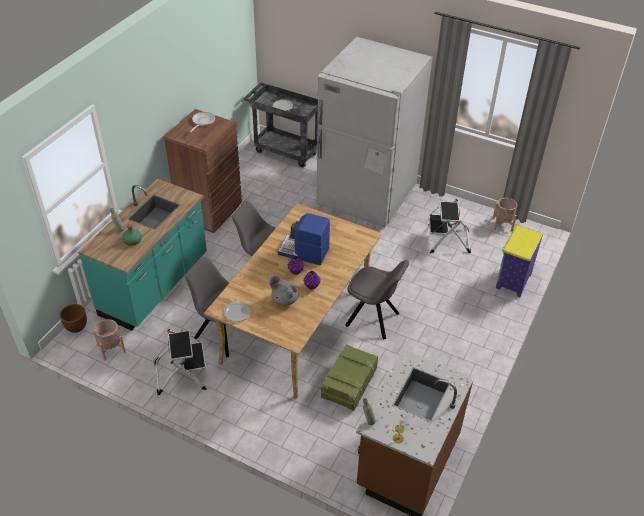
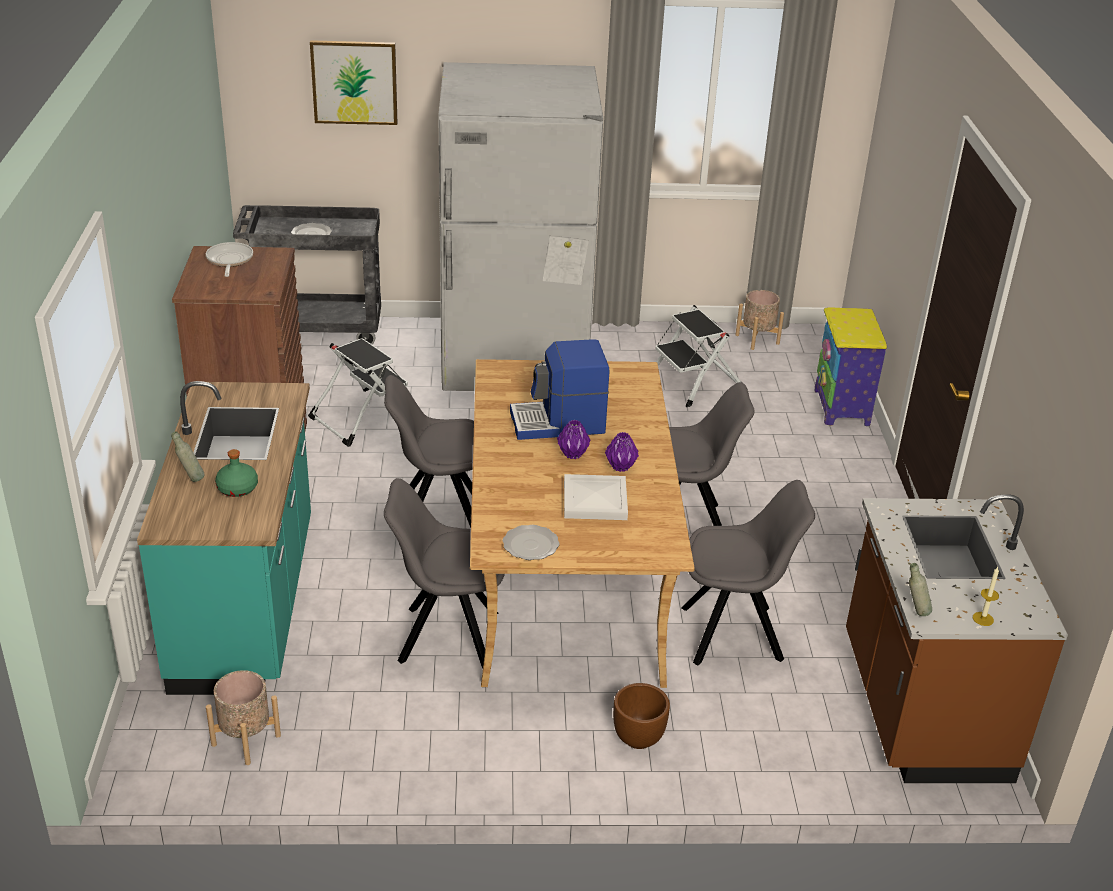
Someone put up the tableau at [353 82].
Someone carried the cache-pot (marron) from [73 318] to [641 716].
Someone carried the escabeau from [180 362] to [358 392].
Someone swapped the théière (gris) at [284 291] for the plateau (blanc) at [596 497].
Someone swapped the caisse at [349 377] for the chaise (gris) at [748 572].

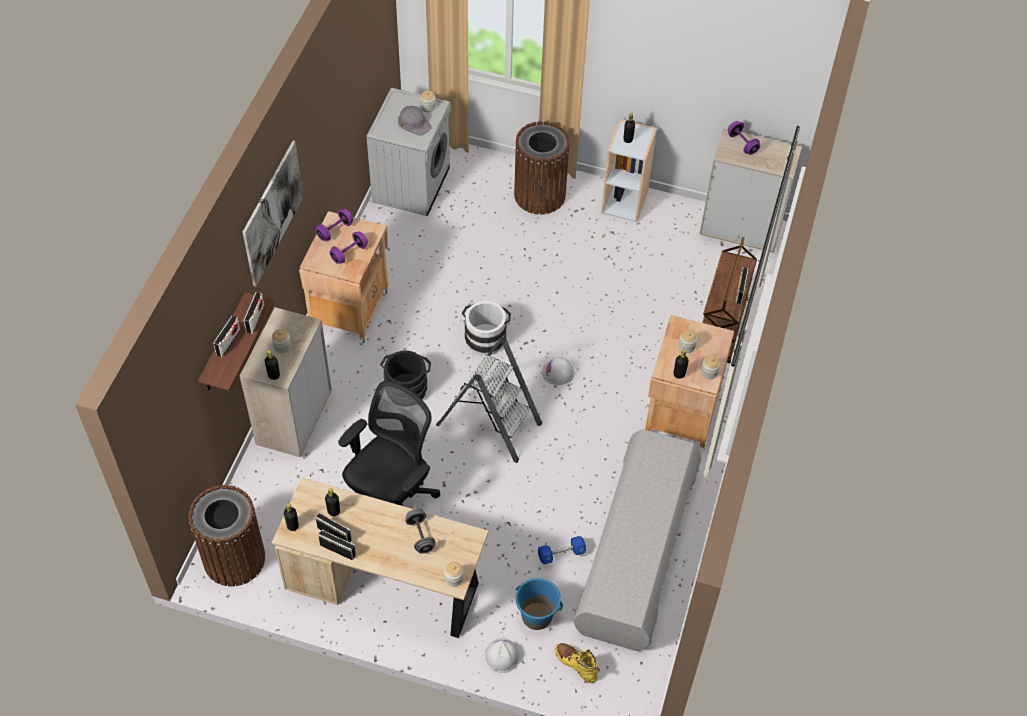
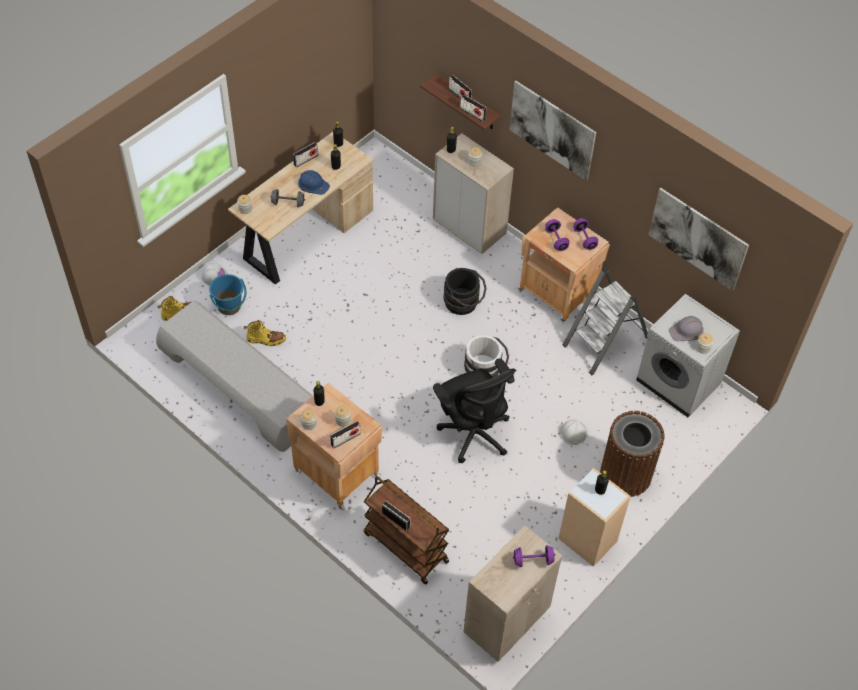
Someone took away the poubelle (marron) at [226 535].
Someone put down the casque de chantier (bleu) at [314 182].
Someone put up the tableau at [698 239].
Someone carried the radio from [334 527] to [345 434].
Someone carried the chaise de bureau (noir) from [389 443] to [474 410].
Someone carried the escabeau (gris) from [489 399] to [605 321].
Someone carried the casque de chantier (blanc) from [558 371] to [574 432].
Someone swapped the haltère (bleu) at [562 550] for the botte (jaune) at [265 333].

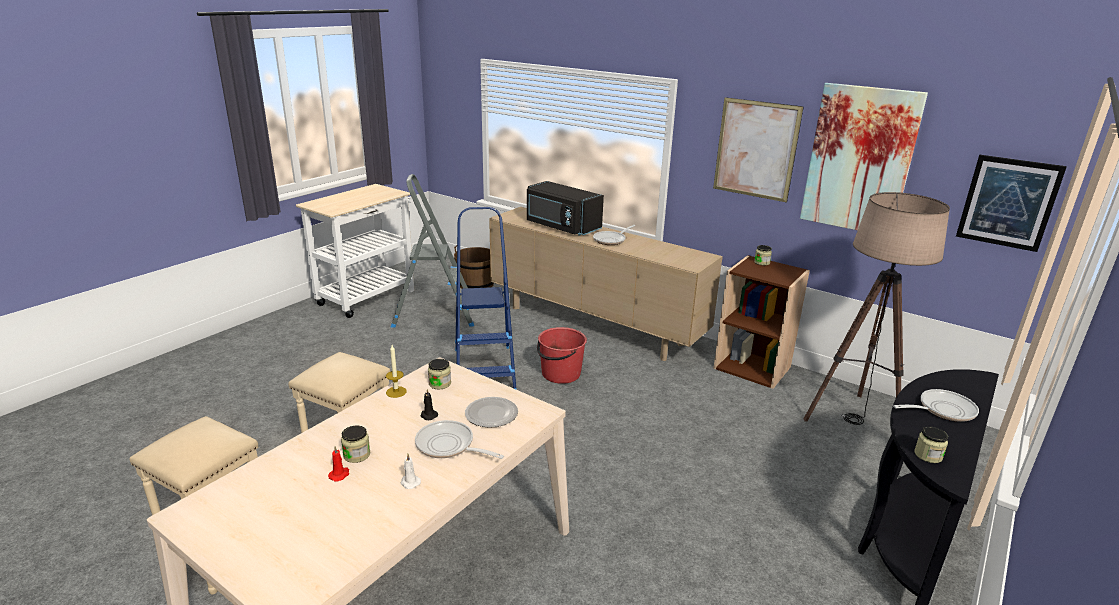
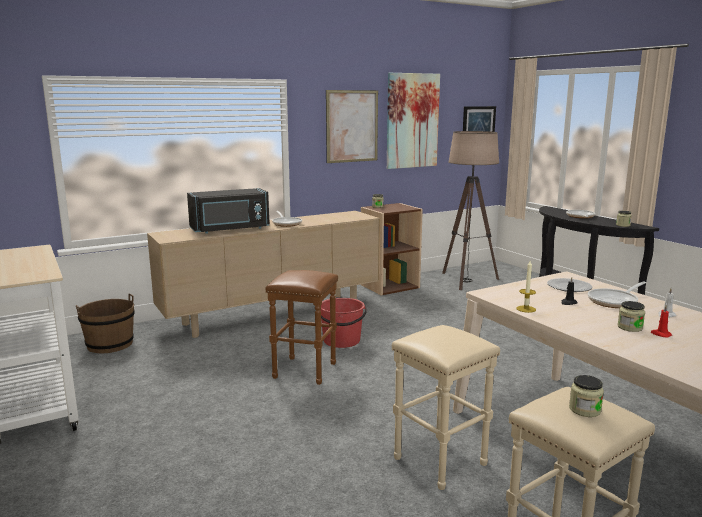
Someone took away the escabeau (gris) at [432 251].
Someone carried the bocal from [439 374] to [586 396].
Someone swapped the escabeau (bleu) at [486 298] for the tabouret (marron) at [301 327].

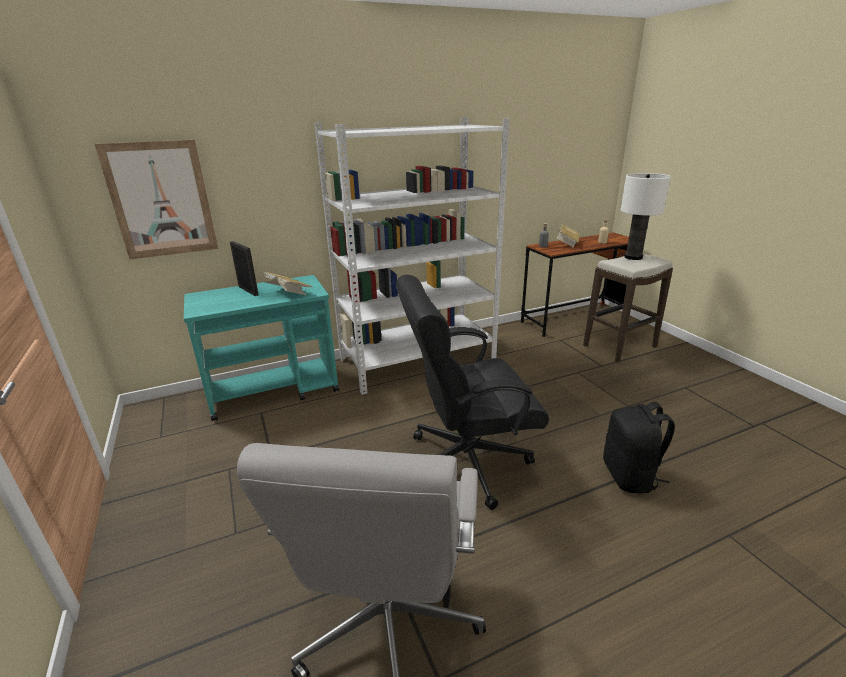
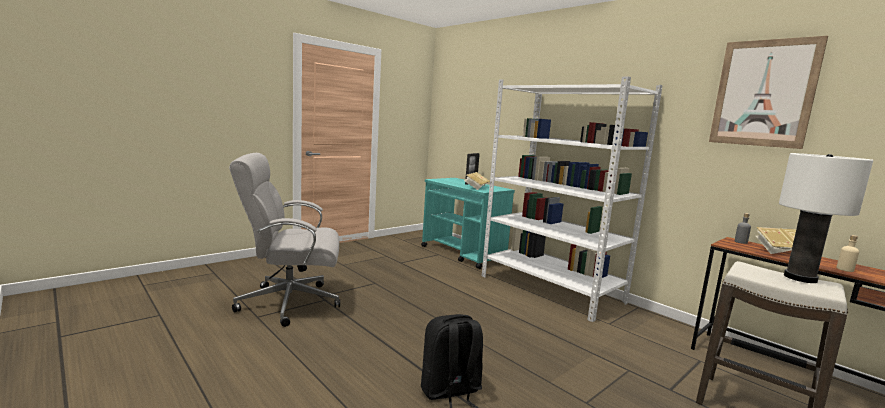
Someone took away the chaise de bureau (noir) at [472 392].
Someone carried the tableau from [156 199] to [768 92].

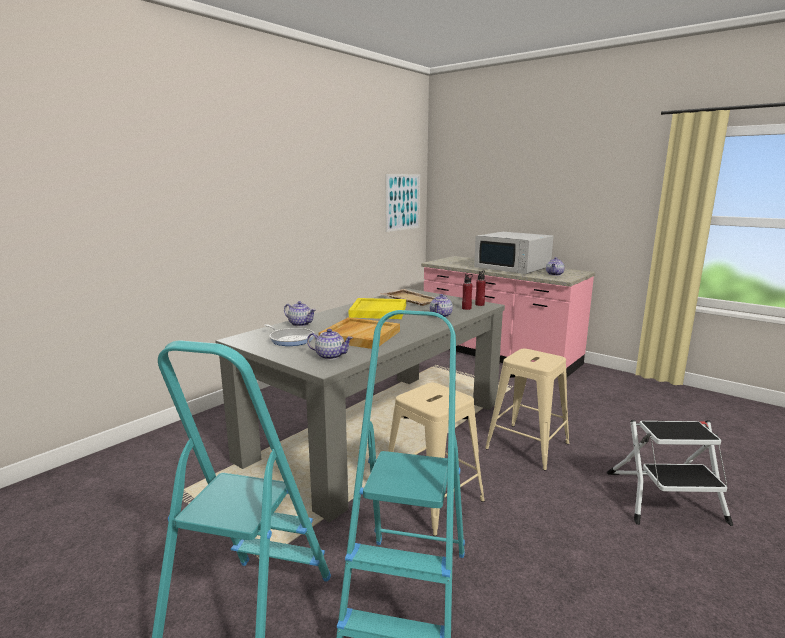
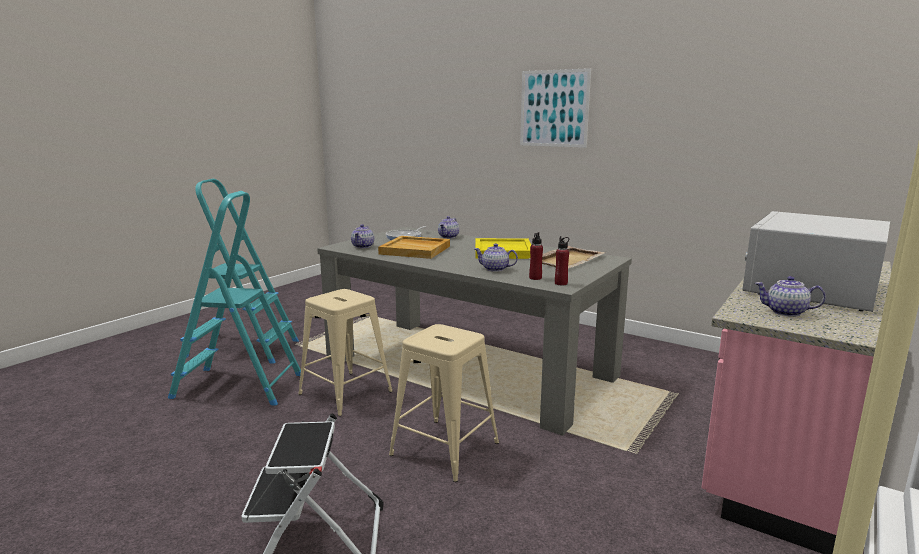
Someone carried the tableau from [403 203] to [555 108].

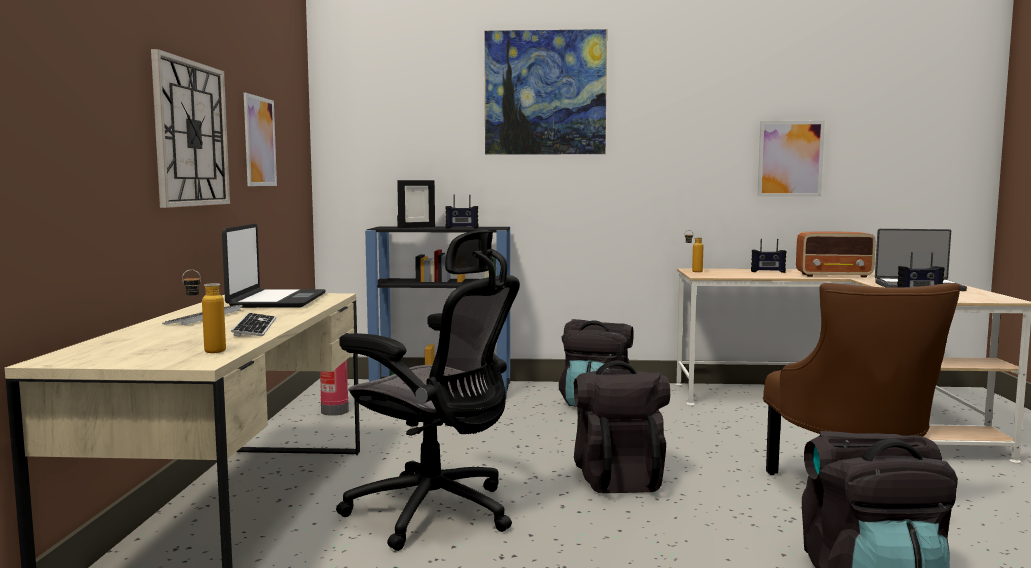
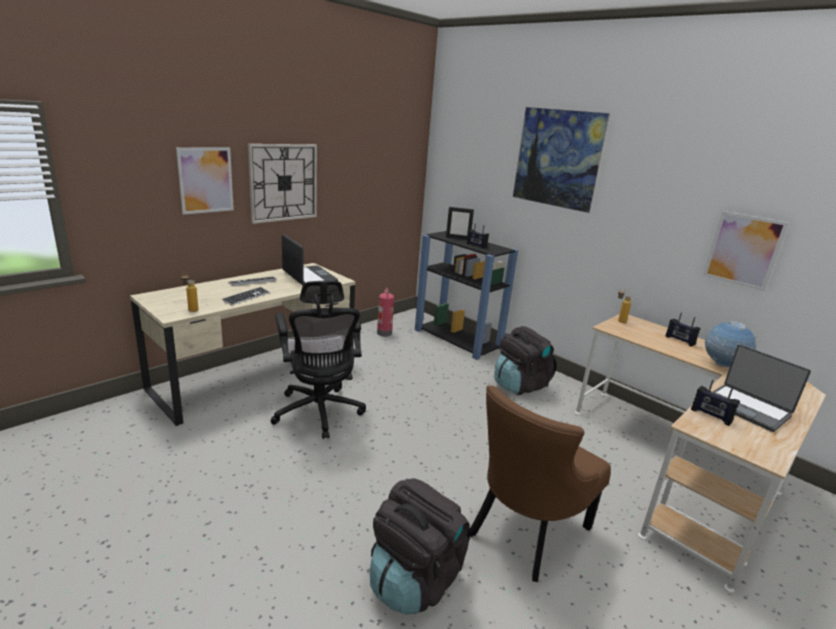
Someone took away the sac à dos (noir) at [622 426].
Someone carried the tableau from [260 139] to [205 180].
Someone swapped the radio at [836 254] for the globe at [731 344].
Someone rotated the ordinateur portable at [274 265] by 75 degrees counterclockwise.

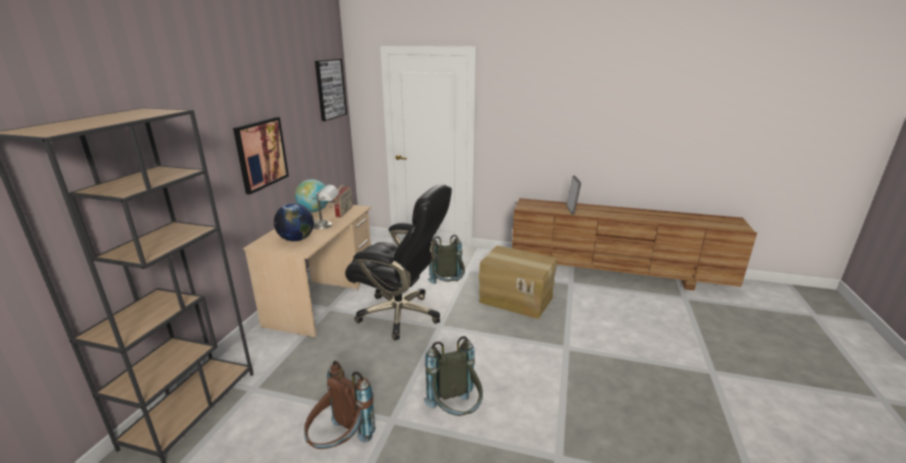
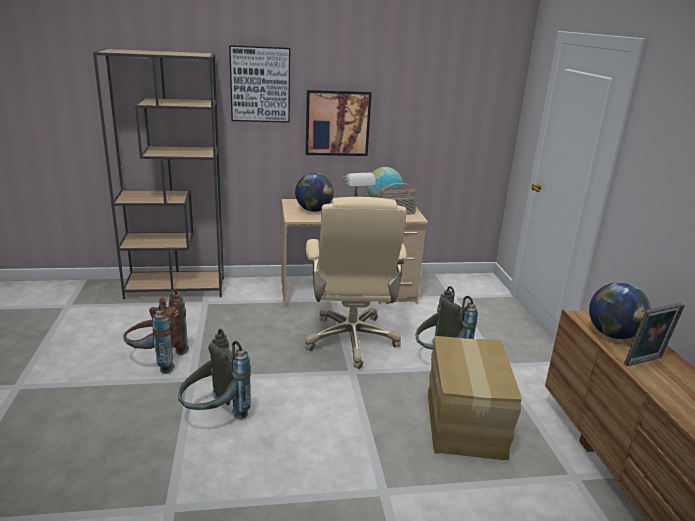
Someone put down the globe at [620 310].
Someone carried the tableau from [331 90] to [259 83].
Someone repainted the chaise de bureau (noir) at [398 262], which became the chaise de bureau (beige) at [356 283].

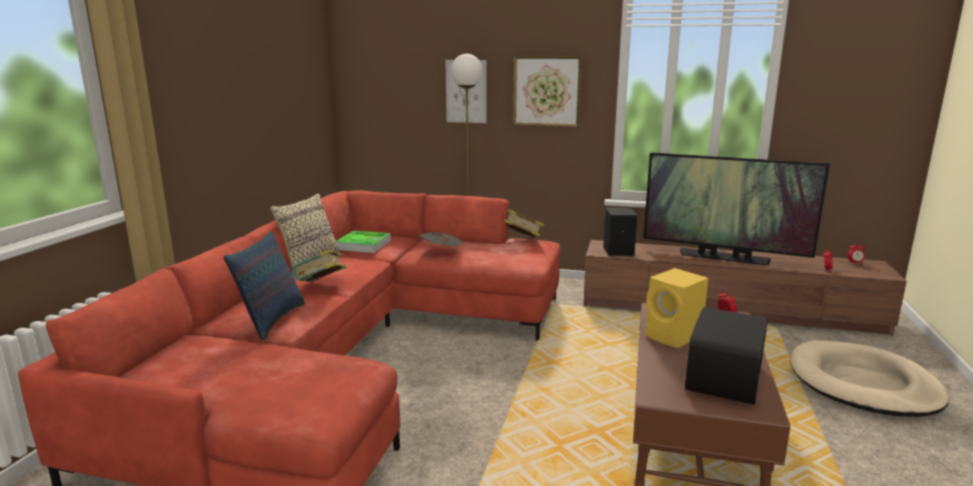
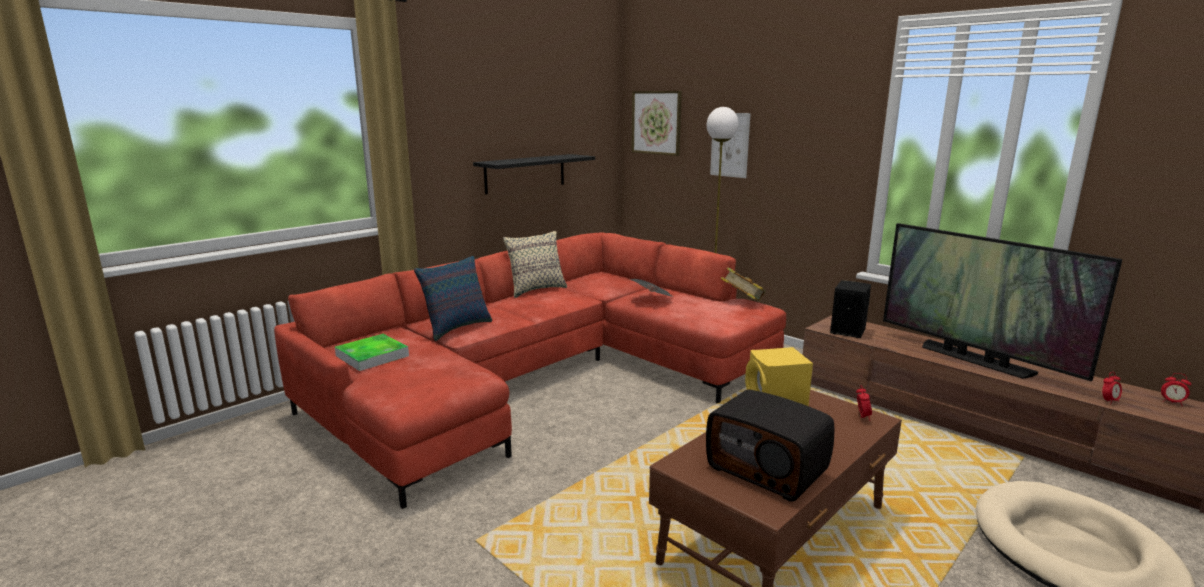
Someone took away the livre at [319 265].
Someone put up the étagère (noir) at [534 174].
Someone carried the plateau from [363 242] to [372 352].
Someone carried the tableau from [547 91] to [656 123].
Someone rotated the radio at [726 356] by 75 degrees clockwise.

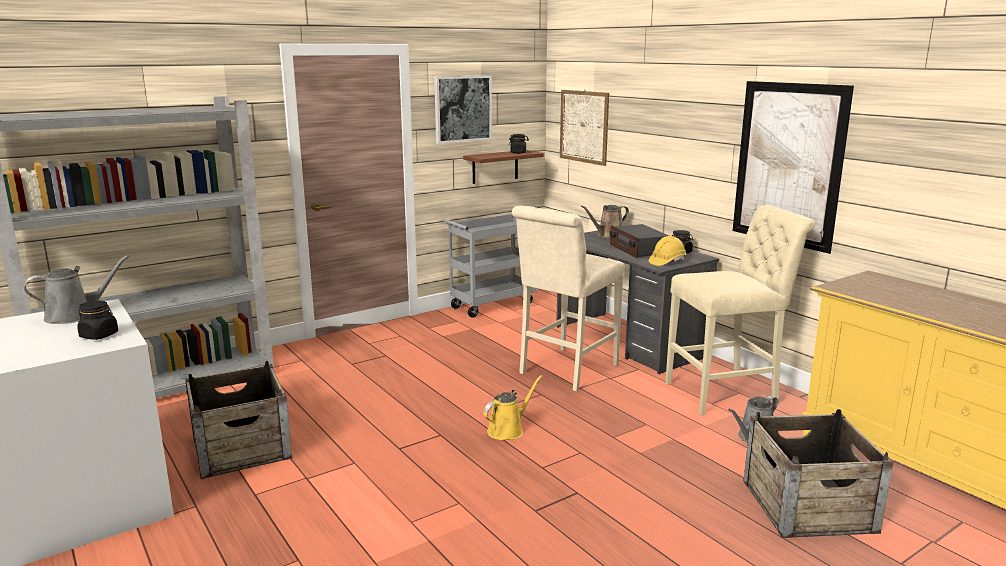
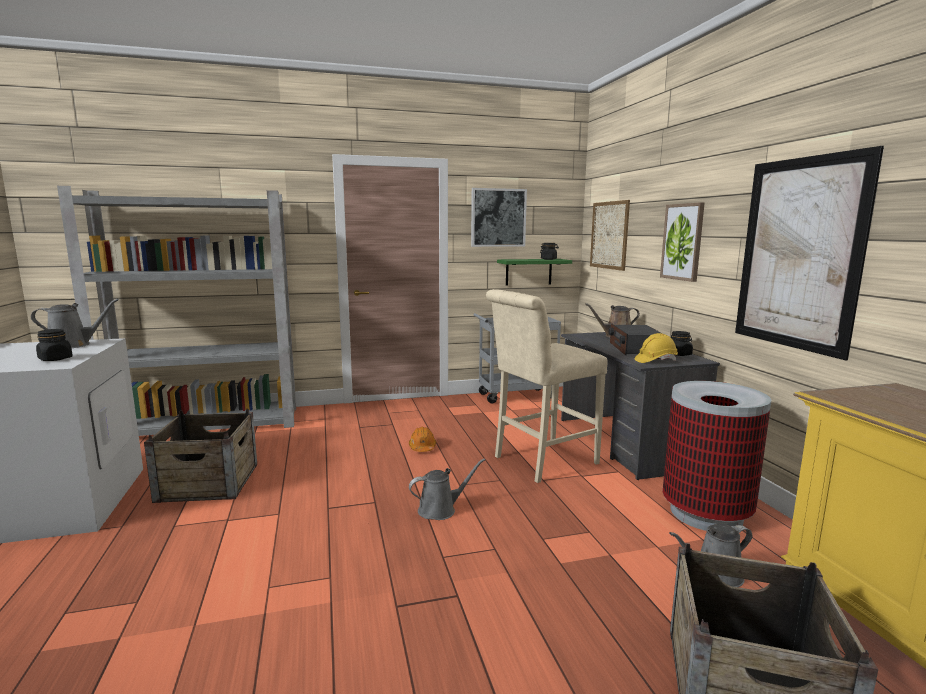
Someone put down the casque de chantier (orange) at [422 439].
Someone put up the tableau at [682 242].
Someone swapped the tabouret (beige) at [740 310] for the poubelle at [717 456].
Someone repainted the étagère (marron) at [503 167], which became the étagère (vert) at [534 272].
Someone repainted the arrosoir (jaune) at [513 407], which became the arrosoir (gris) at [447 489].

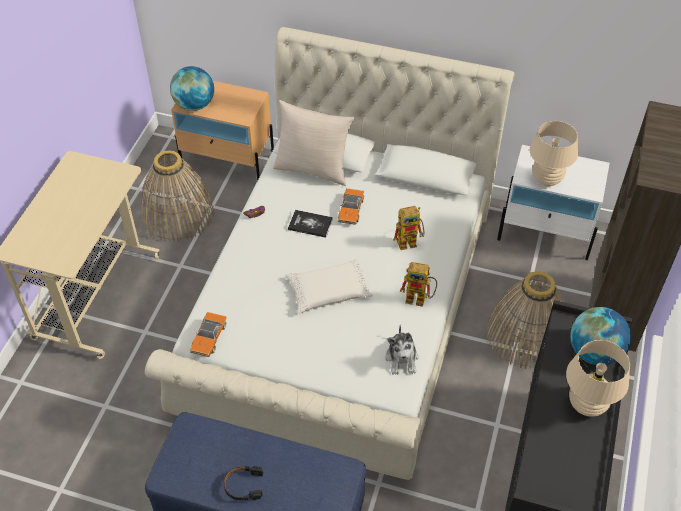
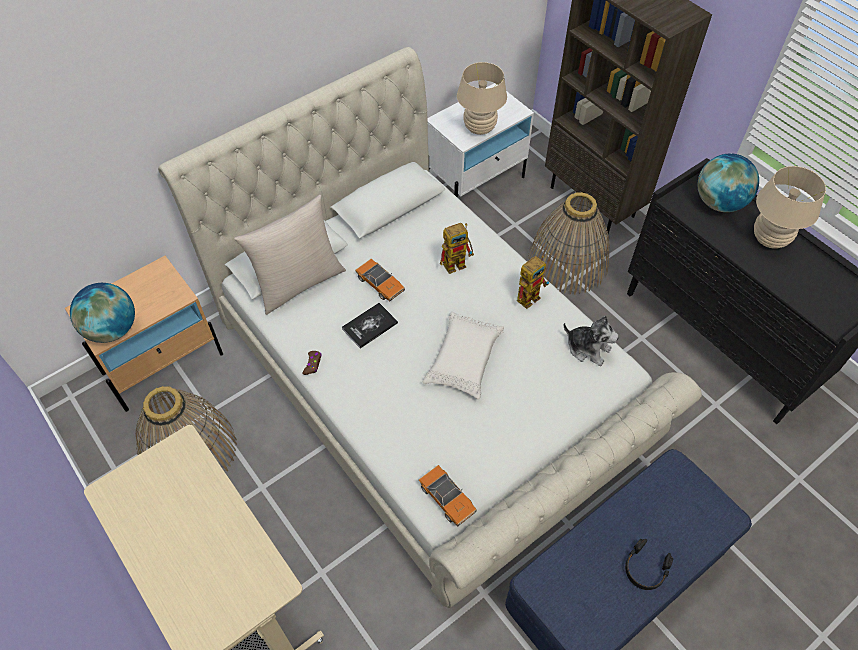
Someone rotated the robot jouet at [408 228] by 45 degrees clockwise.

